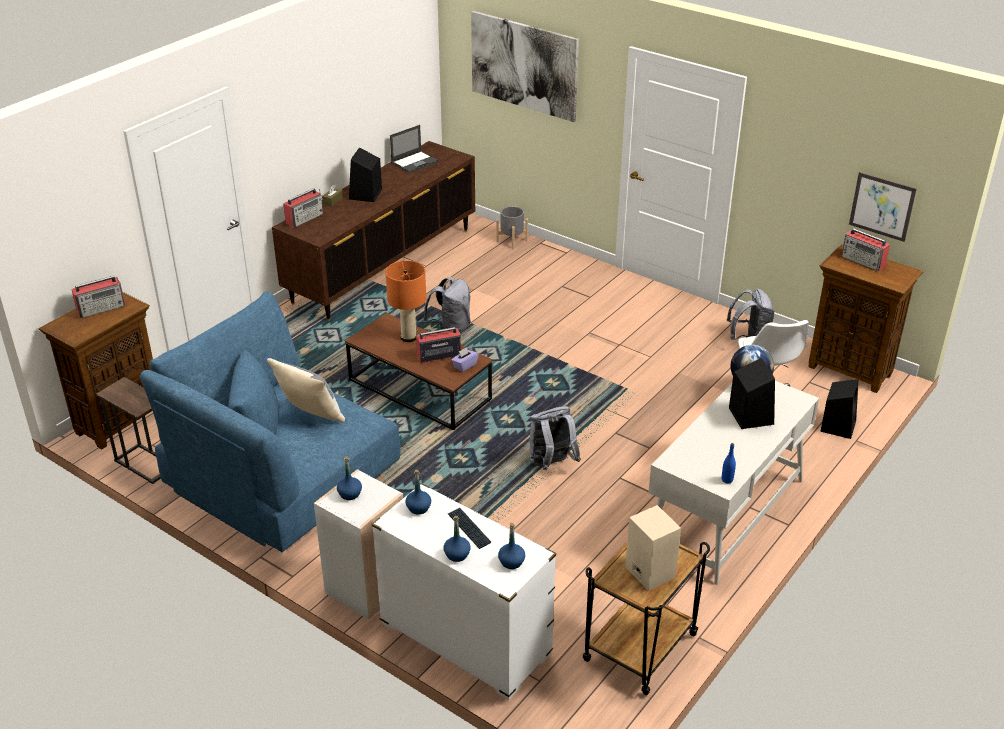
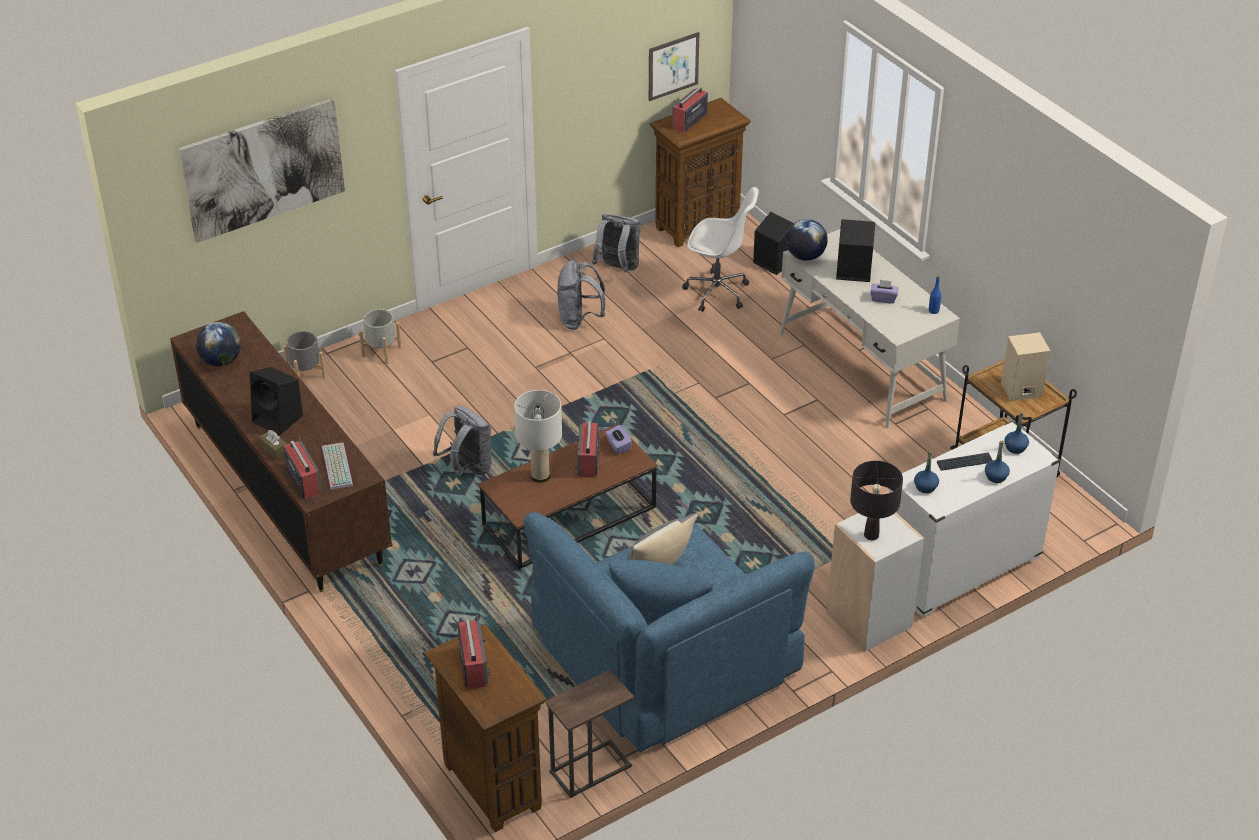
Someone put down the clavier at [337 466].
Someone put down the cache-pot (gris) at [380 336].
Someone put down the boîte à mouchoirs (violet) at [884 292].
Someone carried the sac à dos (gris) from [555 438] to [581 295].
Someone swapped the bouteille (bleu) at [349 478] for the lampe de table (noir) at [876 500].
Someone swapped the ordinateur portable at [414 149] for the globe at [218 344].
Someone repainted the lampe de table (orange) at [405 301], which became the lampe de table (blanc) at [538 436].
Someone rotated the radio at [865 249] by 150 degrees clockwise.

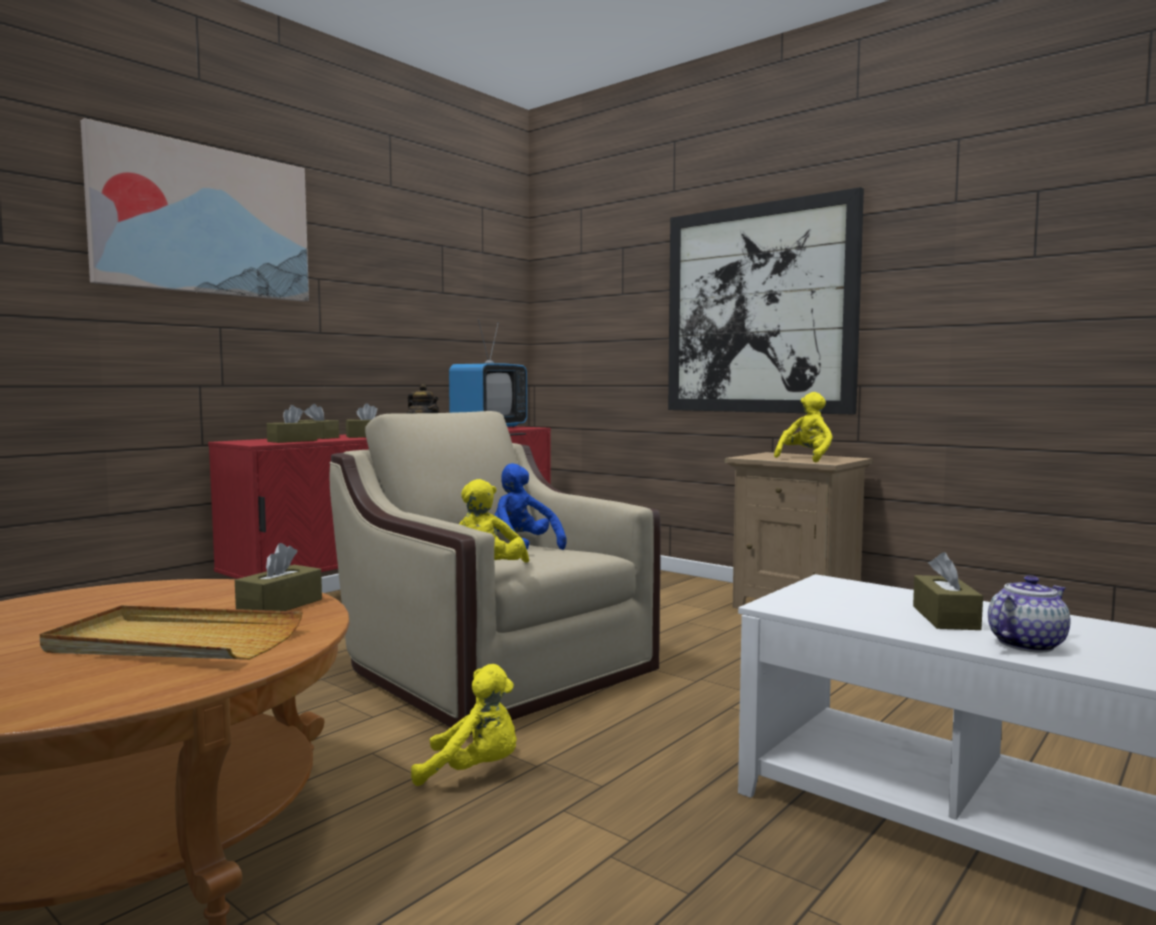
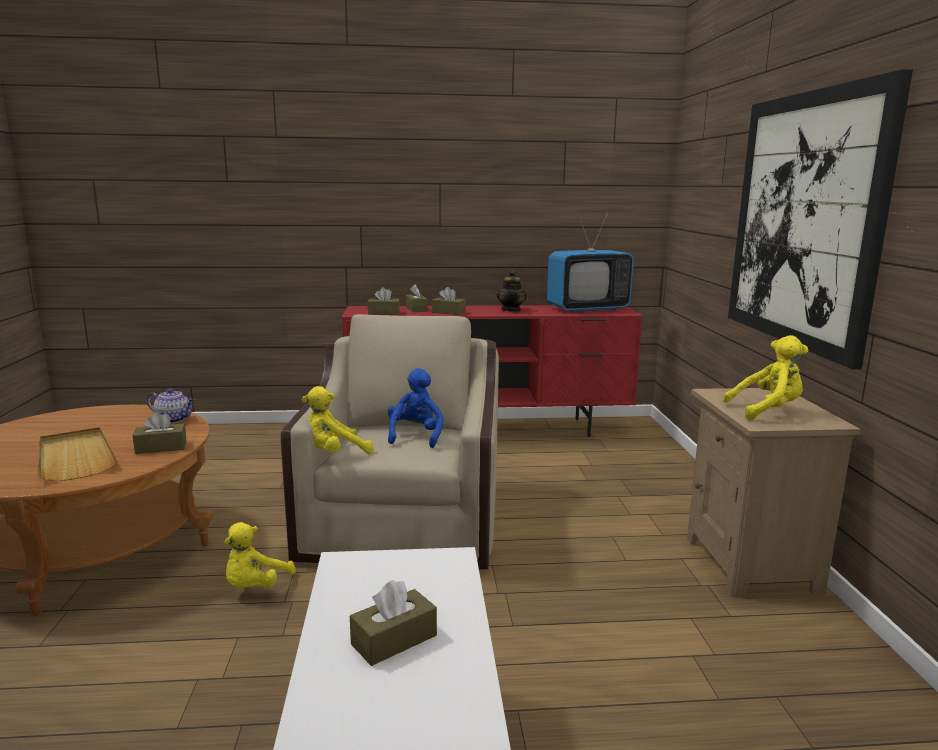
Someone took away the tableau at [194 210].
Someone carried the théière from [1029 613] to [171 405].
Someone rotated the peluche (jaune) at [464 725] by 60 degrees clockwise.

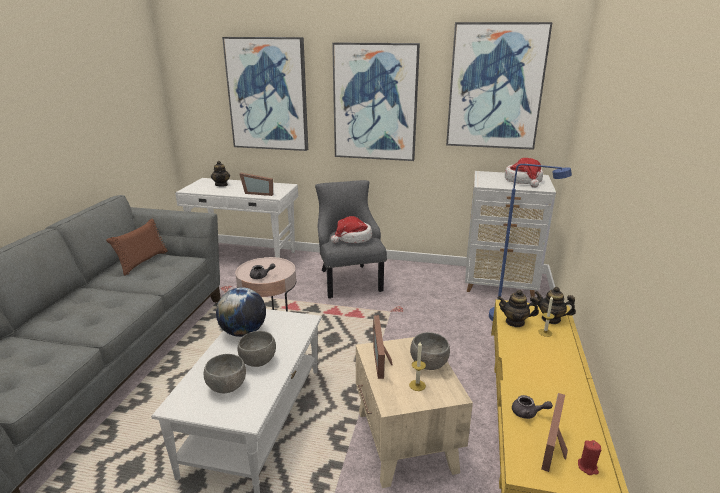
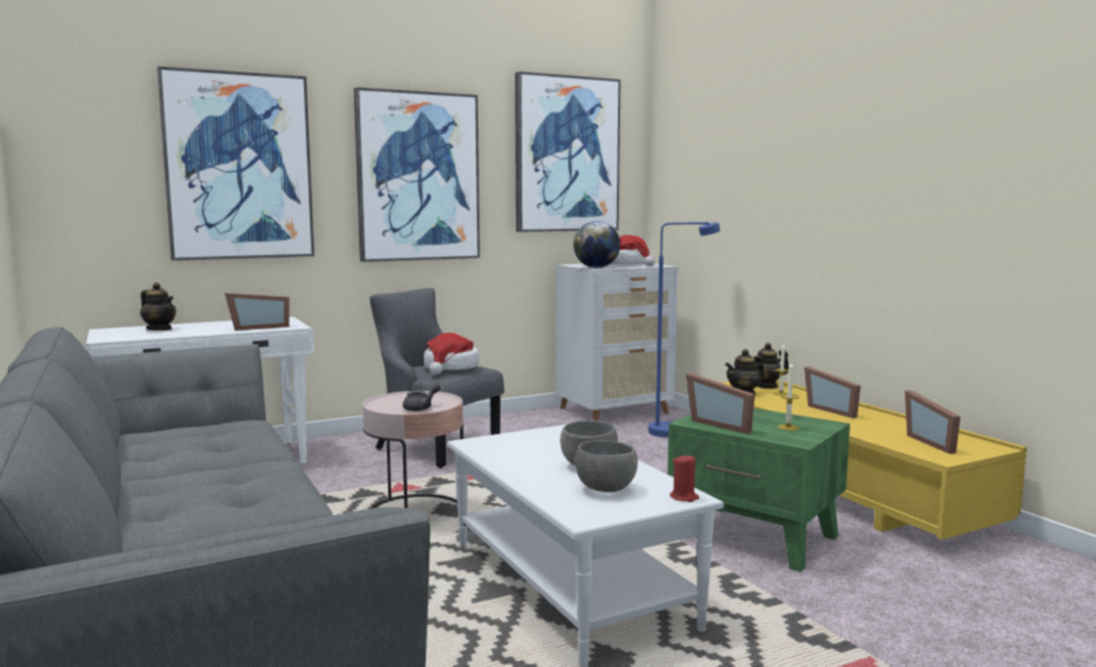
Someone took away the coussin (marron) at [137 247].
Someone took away the bol (gris) at [430 351].
Someone took away the théière (gris) at [532 407].
Someone put down the cadre photo at [832 392].
Someone carried the globe from [241 312] to [596 244].
Someone carried the bougie (rouge) from [589 457] to [684 478].
Someone repainted the table d'appoint (beige) at [414 412], which became the table d'appoint (vert) at [759 490].

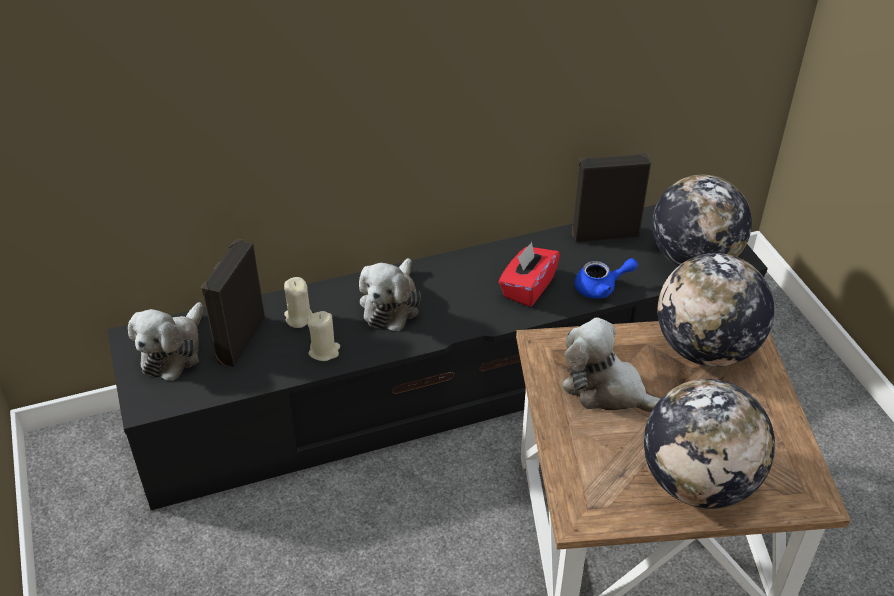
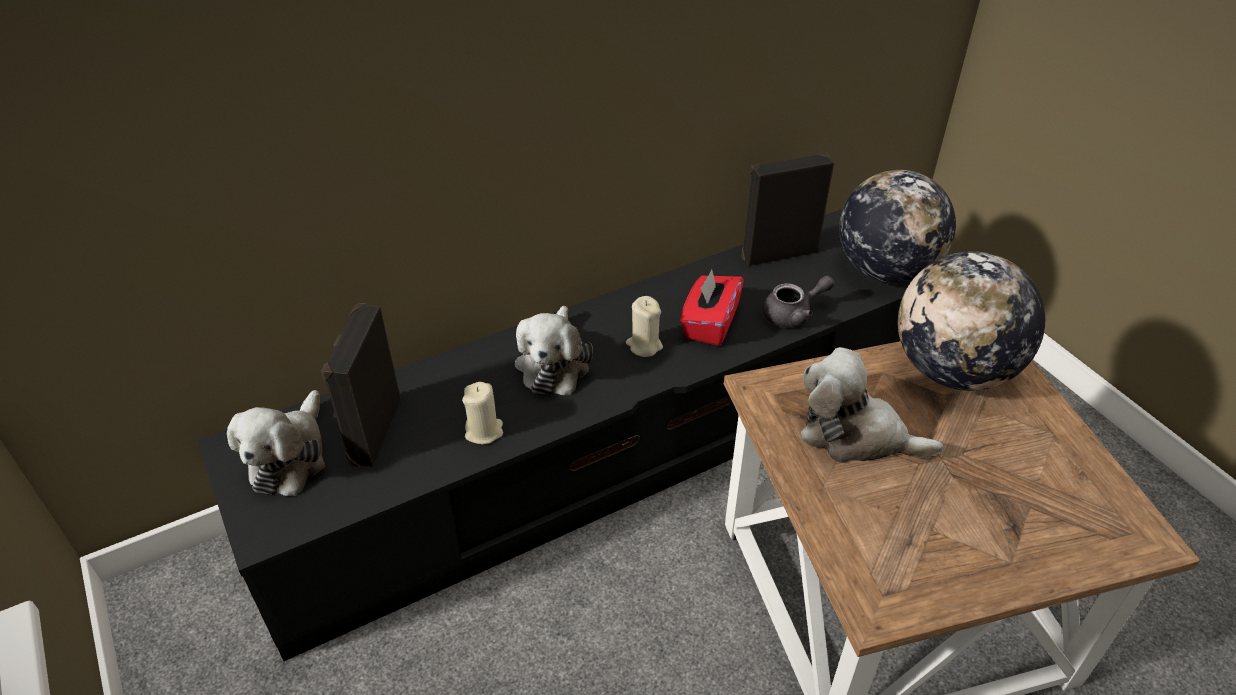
Someone took away the globe at [709 444].
Someone carried the bougie (beige) from [298 302] to [644 326].
Someone repainted the théière (bleu) at [606 278], which became the théière (gris) at [798 301].

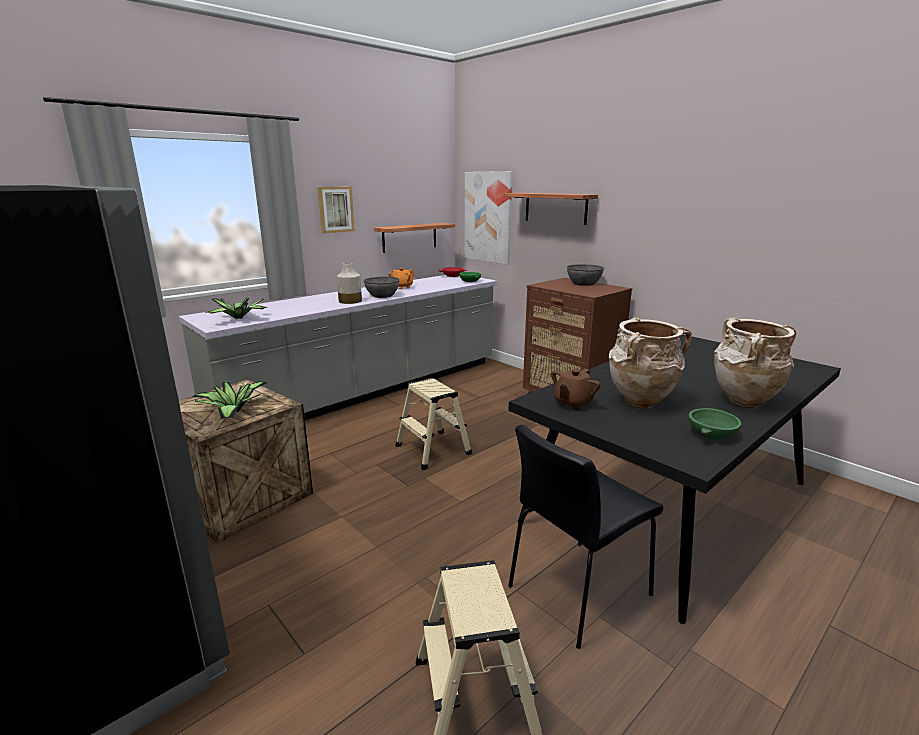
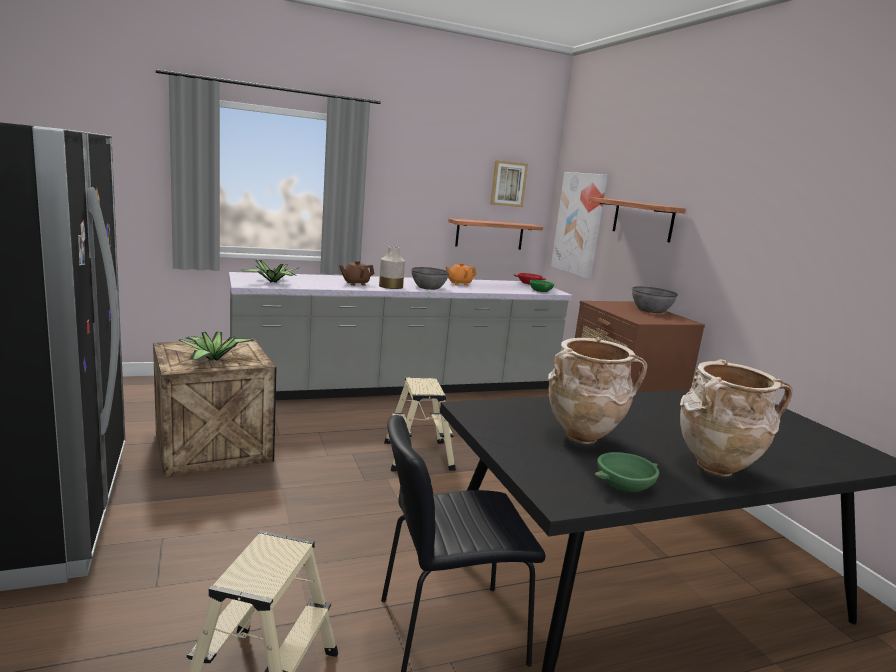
Someone carried the tableau from [336 210] to [509 183].
Someone carried the théière (marron) from [576 389] to [356 273].

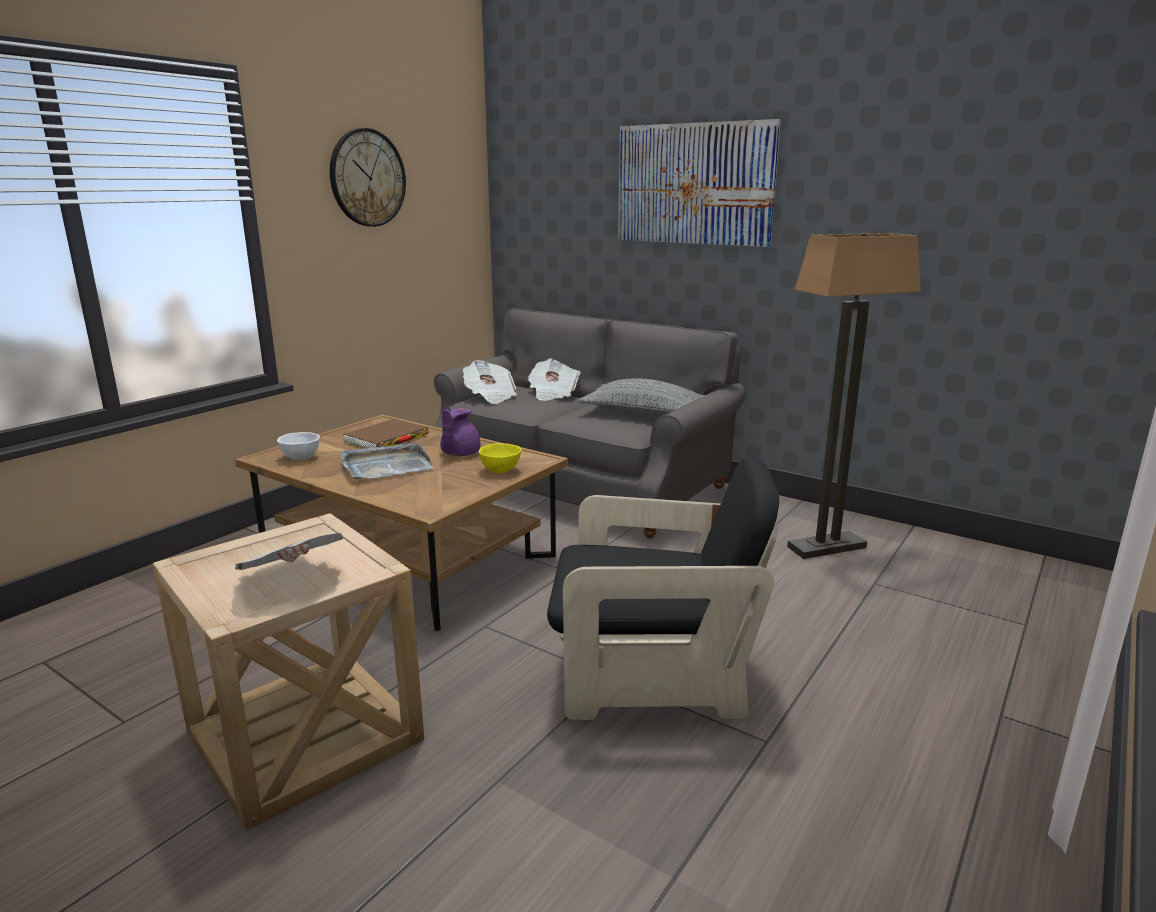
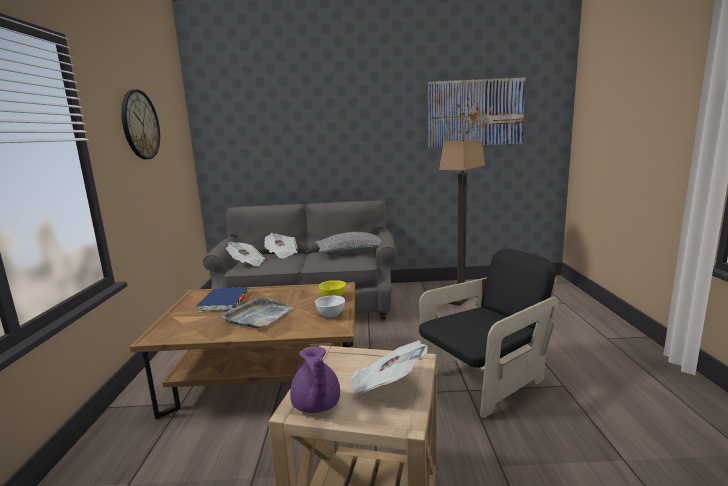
Someone carried the bol (blanc) from [298 446] to [330 306].
Someone carried the théière (violet) from [460 432] to [315 380].
Someone carried the tableau from [699 183] to [477 112].
Someone repainted the livre (marron) at [386 433], which became the livre (bleu) at [223 299].

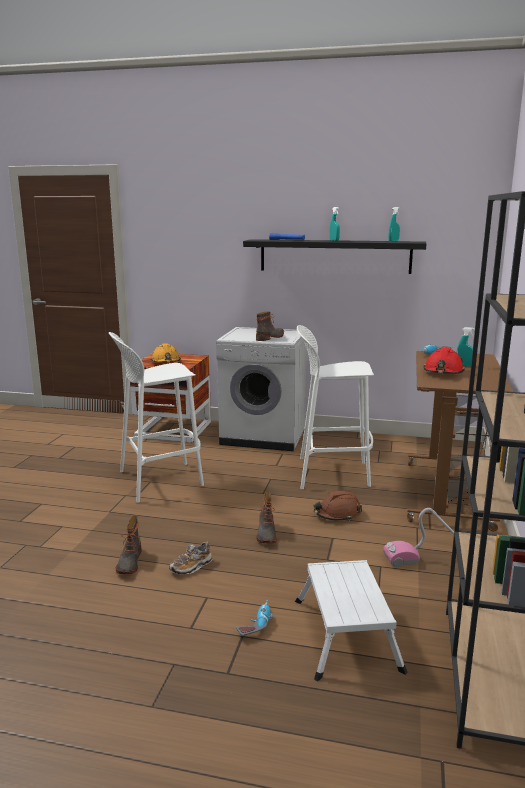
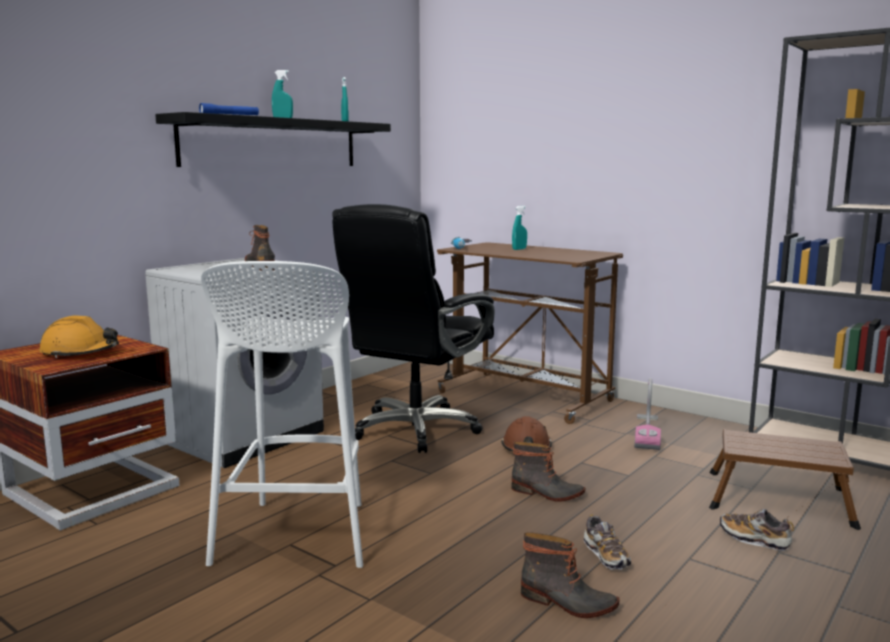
Someone took away the casque de chantier (rouge) at [444 360].
Someone swapped the perceuse at [254 618] for the chaussure at [757 530].
Someone swapped the tabouret (blanc) at [335 407] for the chaise de bureau (noir) at [413 328].
Someone repainted the escabeau (blanc) at [351 621], which became the escabeau (marron) at [785 479].

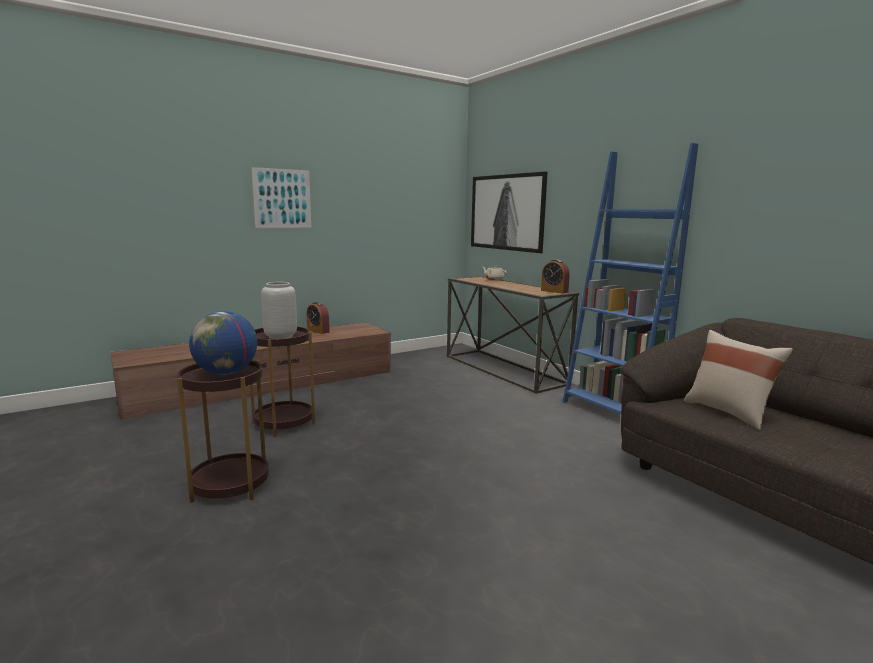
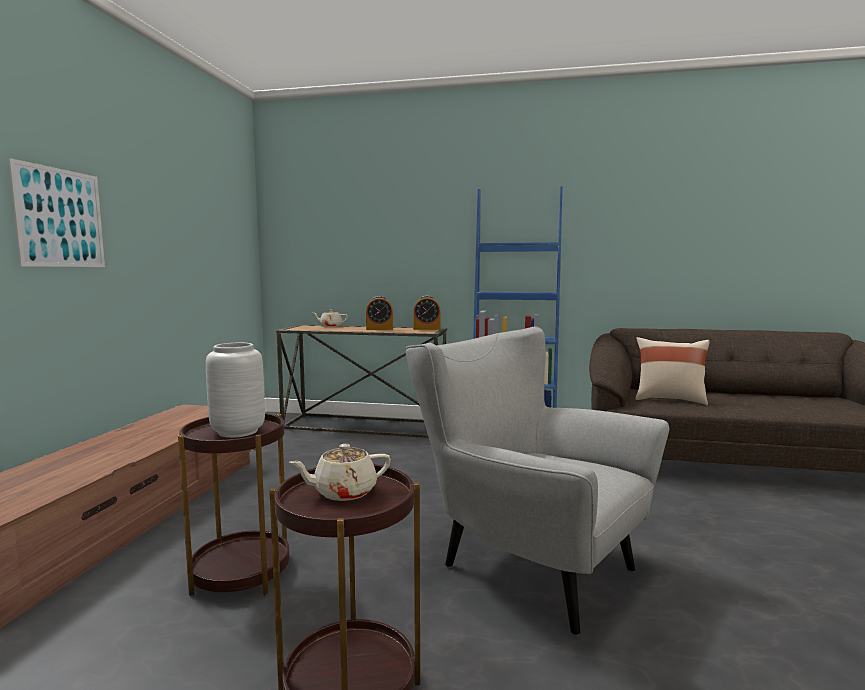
Someone took away the tableau at [509 212].
Someone put down the fauteuil (gris) at [537 481].
Someone carried the réveil from [318 318] to [379 313].
Someone swapped the globe at [223 343] for the théière (beige) at [340 472].

